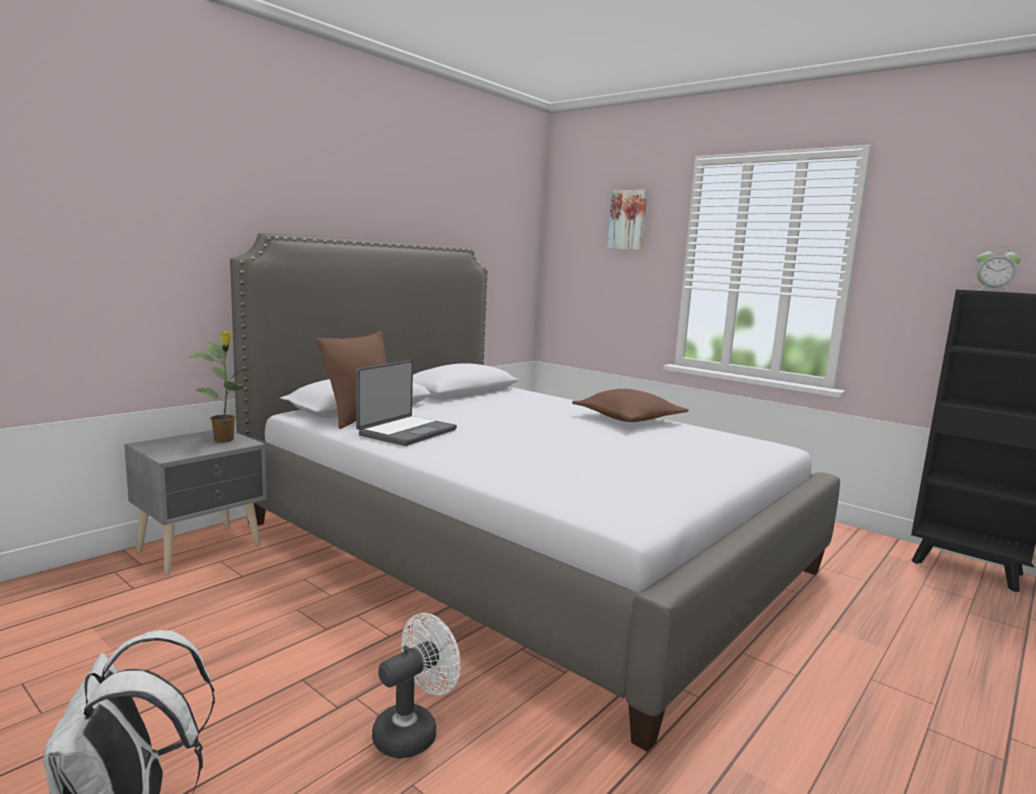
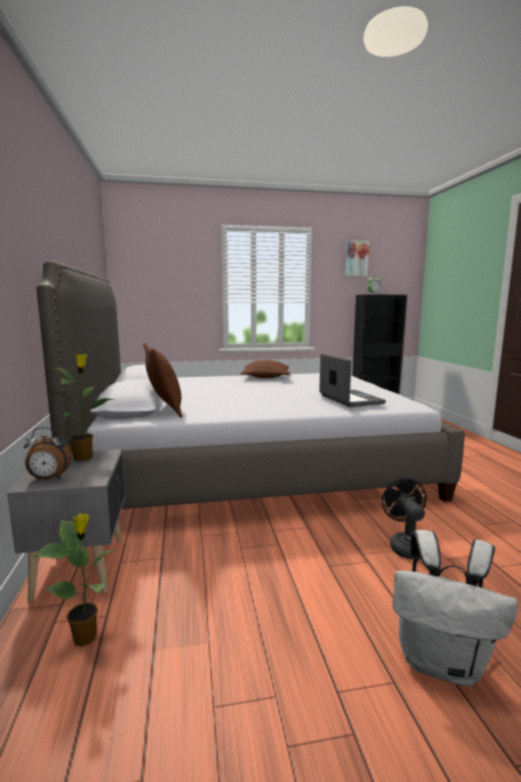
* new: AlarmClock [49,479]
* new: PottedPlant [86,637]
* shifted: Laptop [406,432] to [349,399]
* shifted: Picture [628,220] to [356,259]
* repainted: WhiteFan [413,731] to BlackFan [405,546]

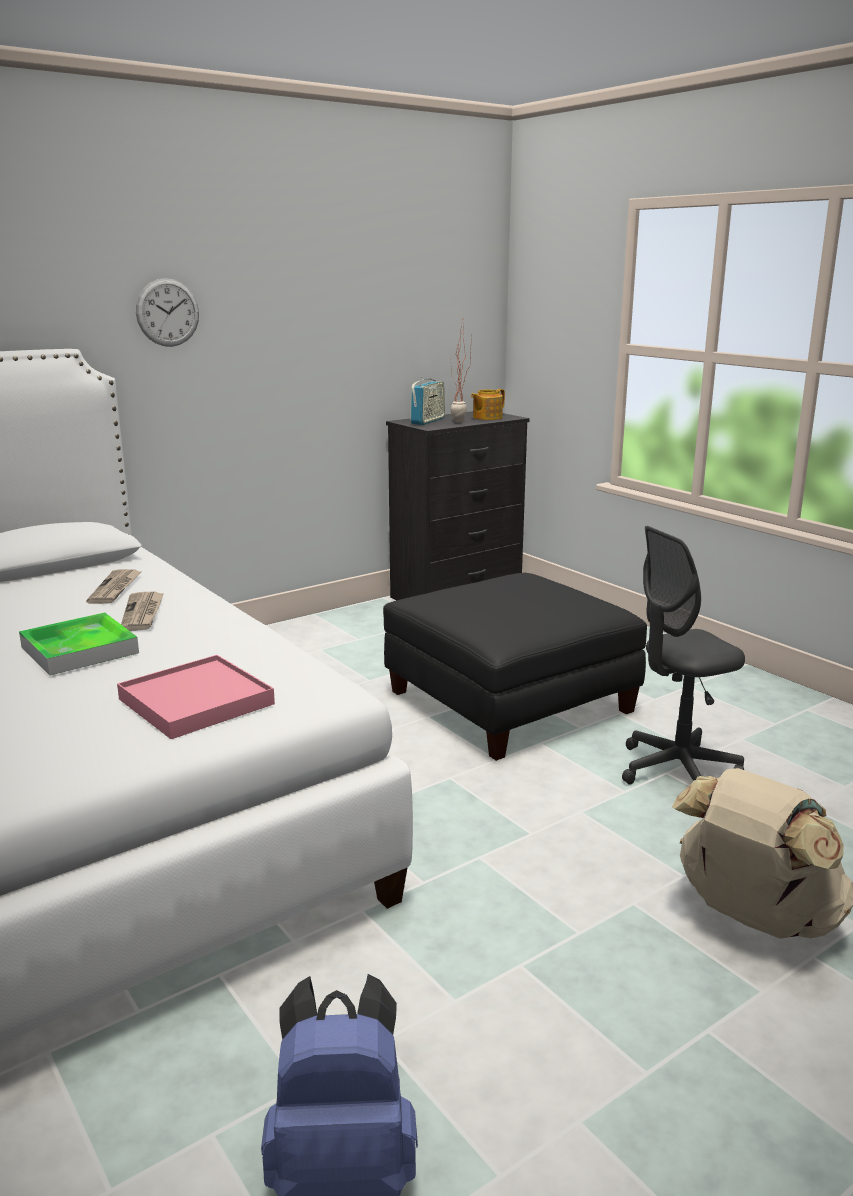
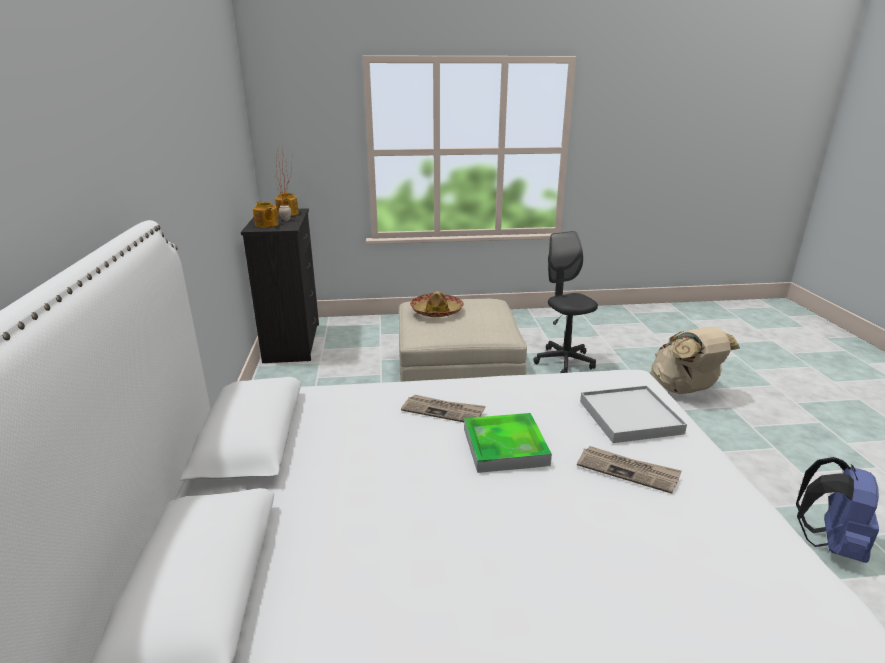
* gone: WallClock [167,312]
* new: Hat [437,311]
* shifted: Newspaper [115,589] to [627,471]
* swapped: Radio [428,421] to Teapot [266,224]
* repainted: PinkTray [196,702] to WhiteTray [630,417]
* repainted: BlackOttoman [510,701] to BeigeOttoman [458,375]
* rotated: GreyOfficeChair [677,770] = [564,361] 150 degrees clockwise

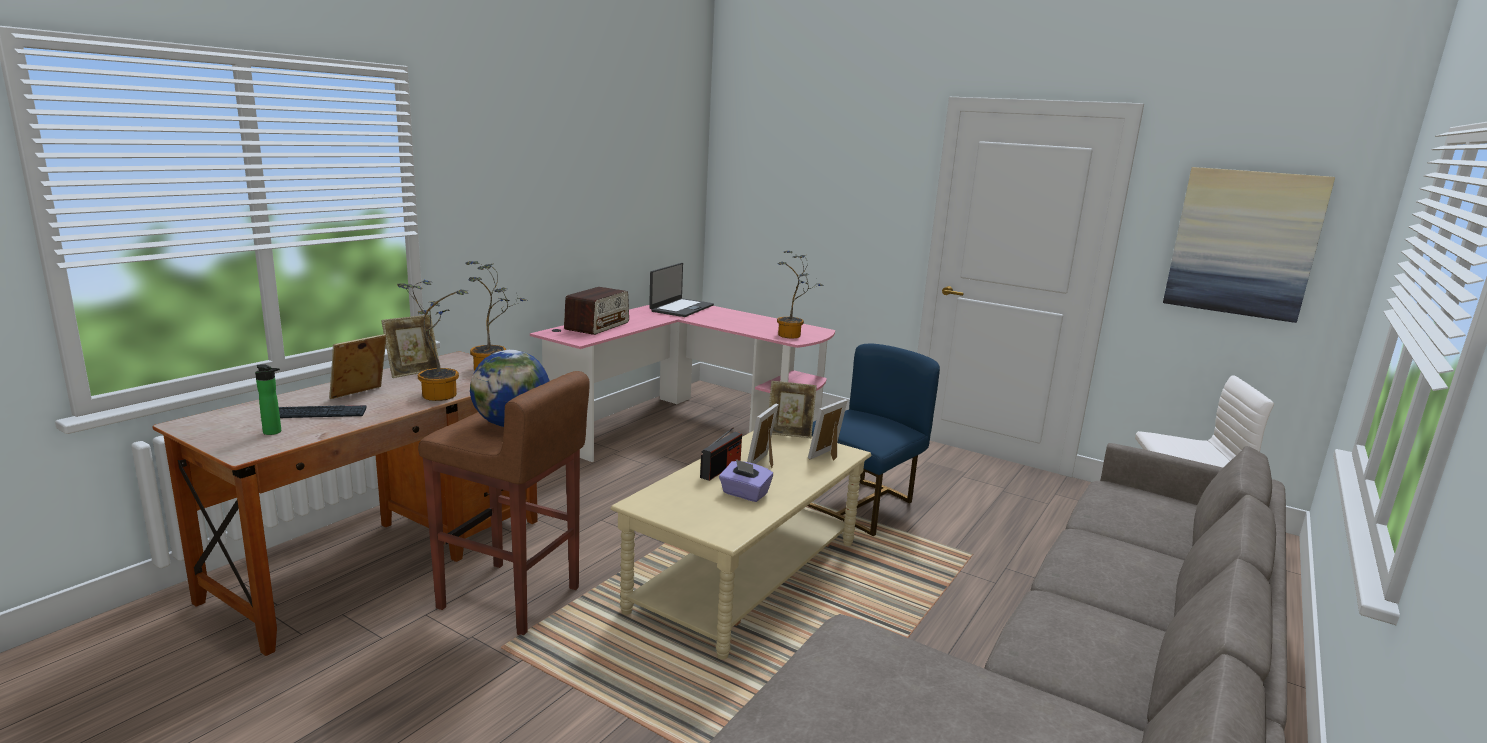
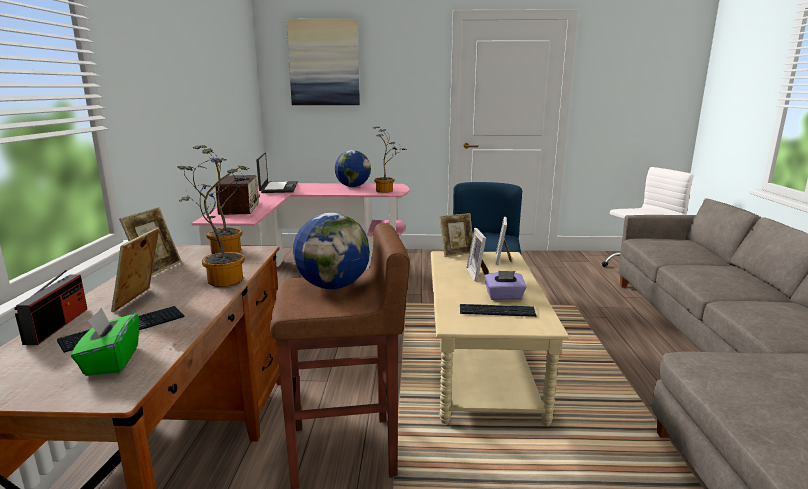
* new: Globe [353,186]
* new: Keyboard [497,312]
* shifted: Radio [721,469] to [57,325]
* shifted: Picture [1243,243] to [324,63]
* swapped: Bottle [274,432] to GreenTissueBox [111,361]

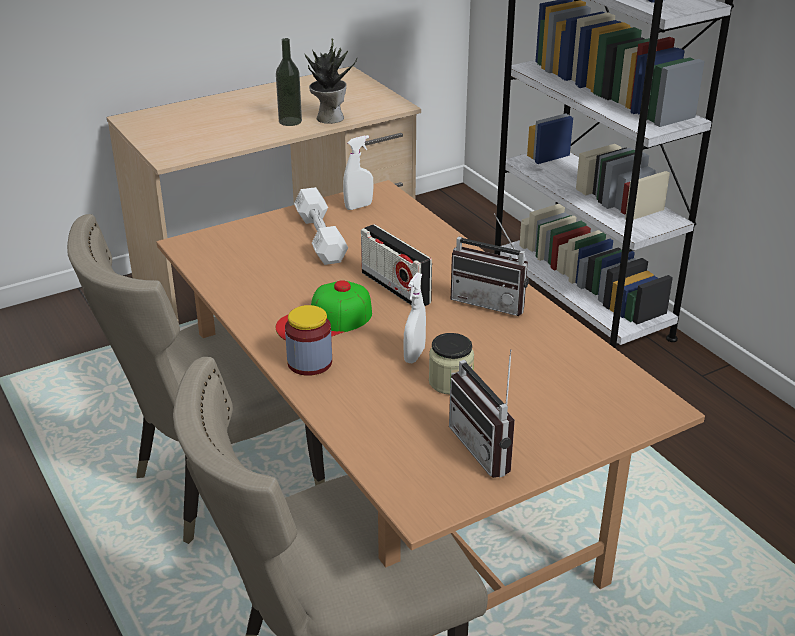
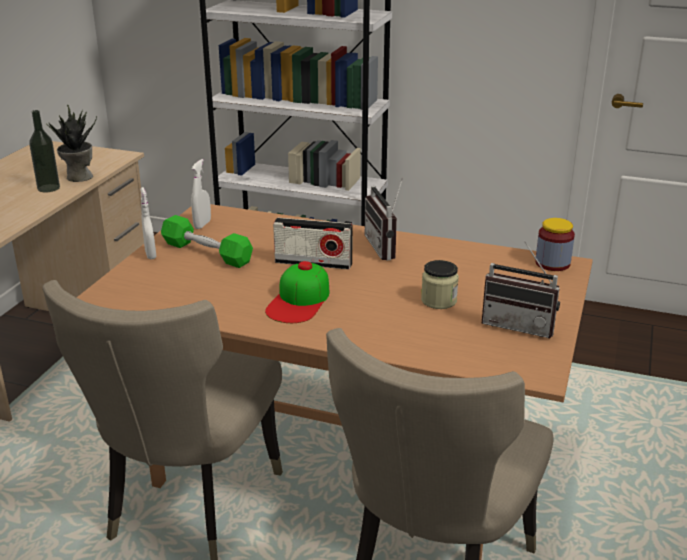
* shifted: Jar [309,362] to [552,263]
* shifted: WhiteSprayBottle [414,355] to [150,255]
* repainted: WhiteDumbbell [320,238] to GreenDumbbell [207,253]
* rotated: Radio [491,301] = [387,247] 90 degrees clockwise

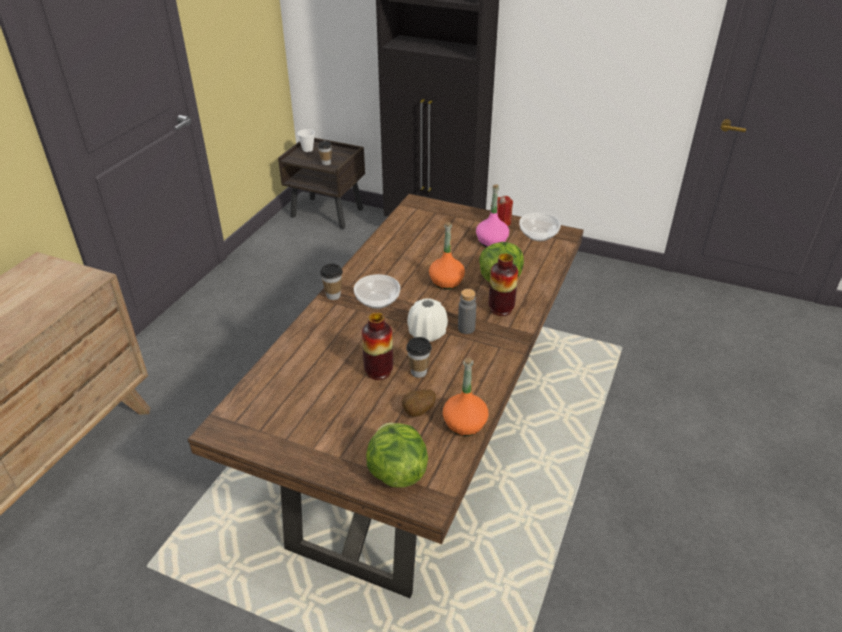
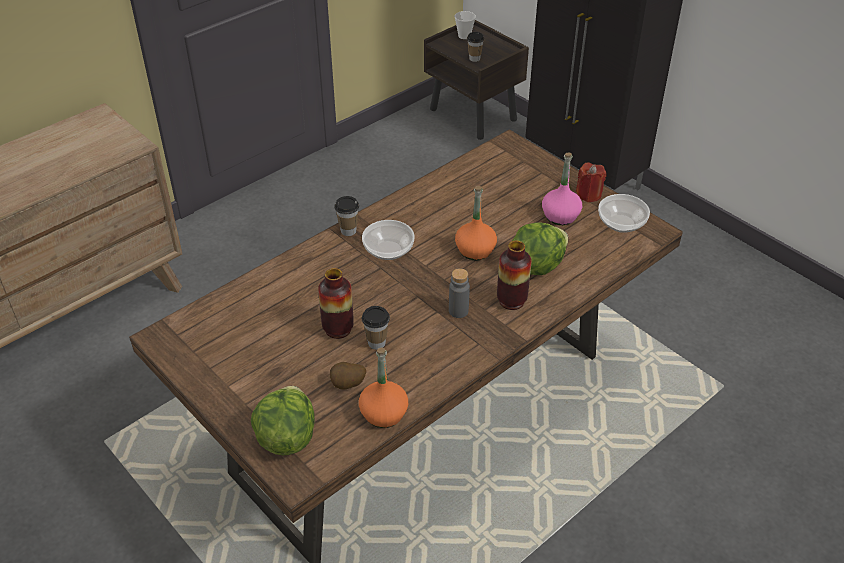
* gone: WhiteVase [427,333]

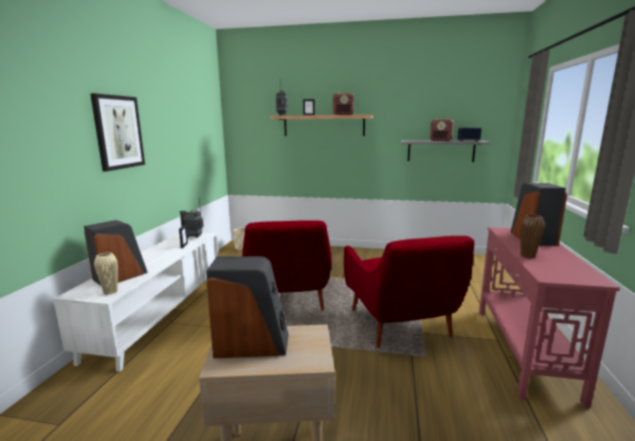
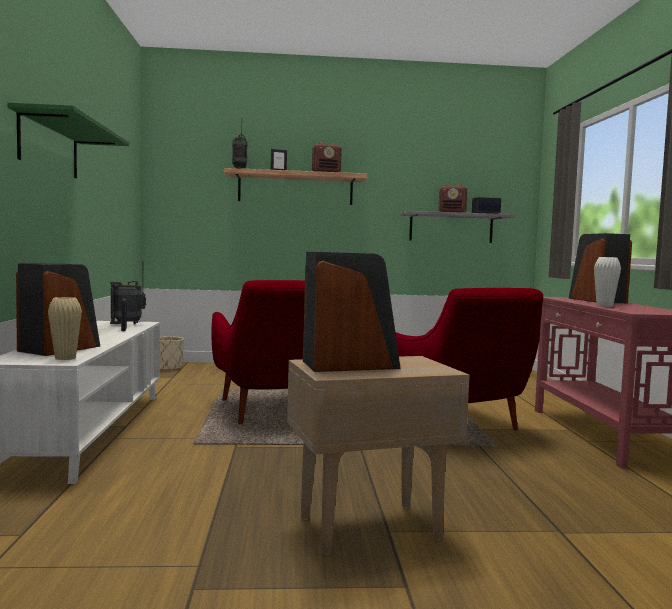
* swapped: Picture [118,132] to GreenShelf [49,147]
* repainted: BrownVase [527,256] to WhiteVase [604,306]

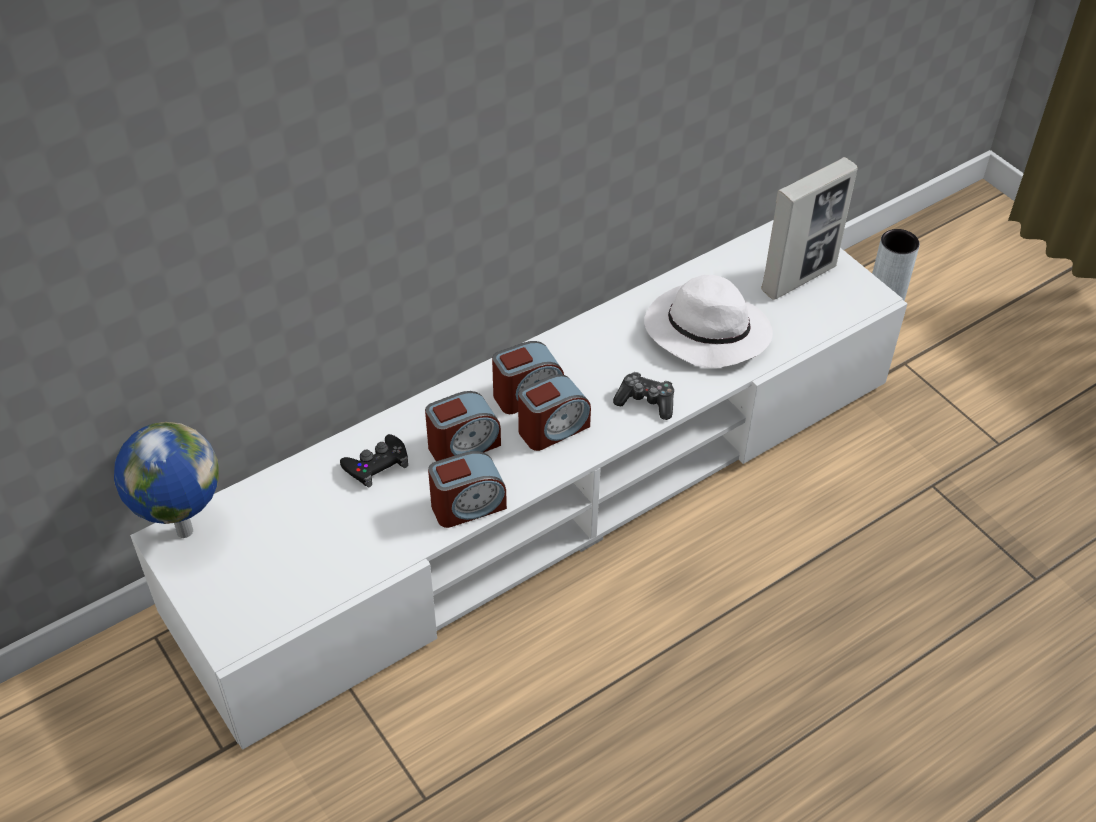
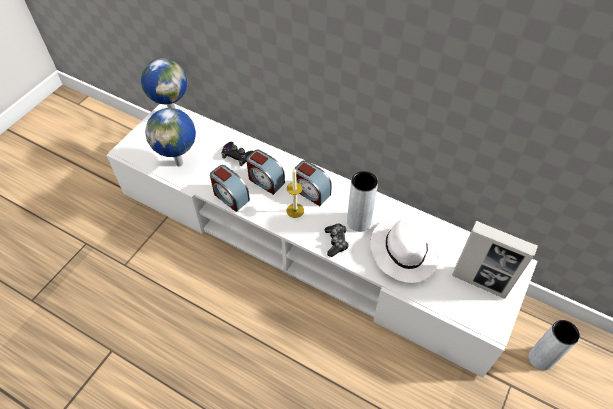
* new: Globe [180,163]
* new: GreyVase [359,222]
* swapped: AlarmClock [553,429] to Candle [295,210]

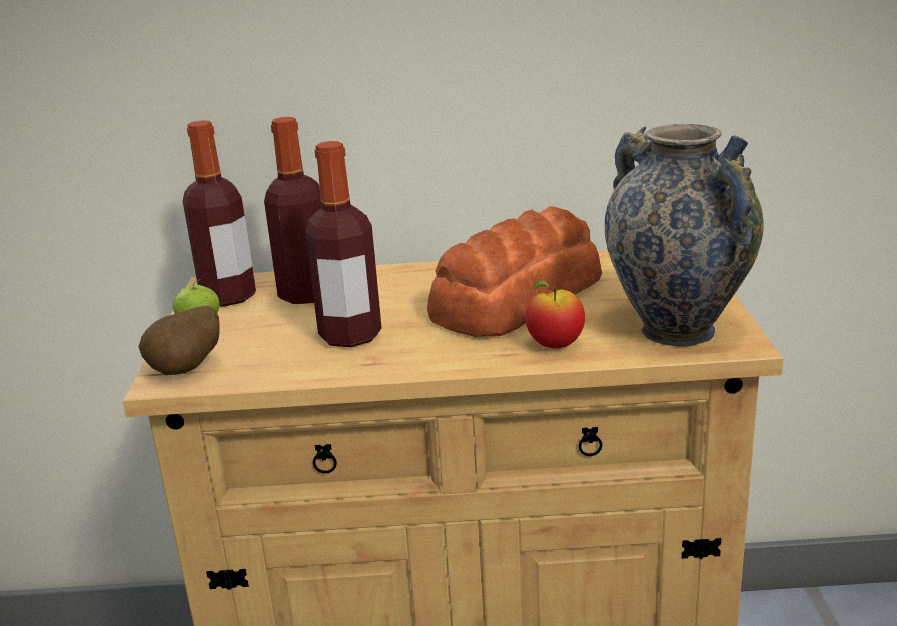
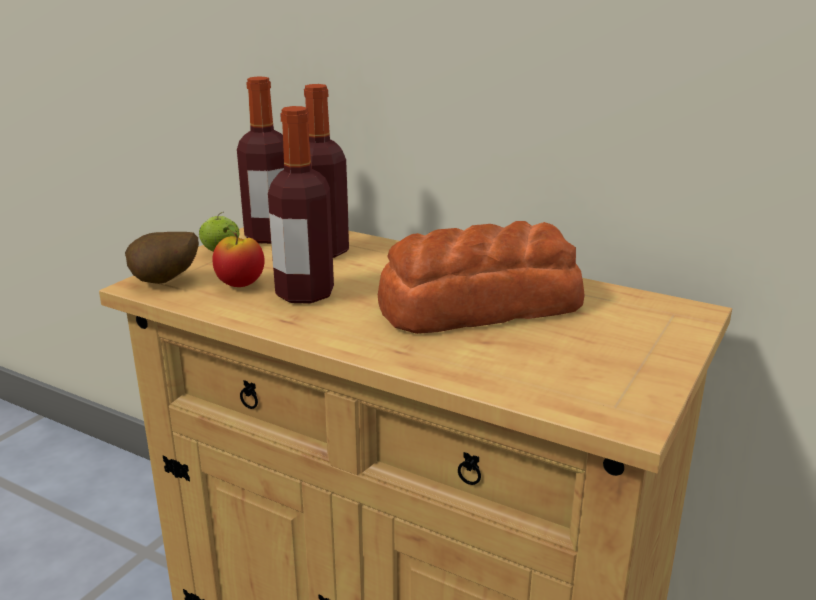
* gone: Vase [677,330]
* shifted: Apple [555,345] to [240,285]

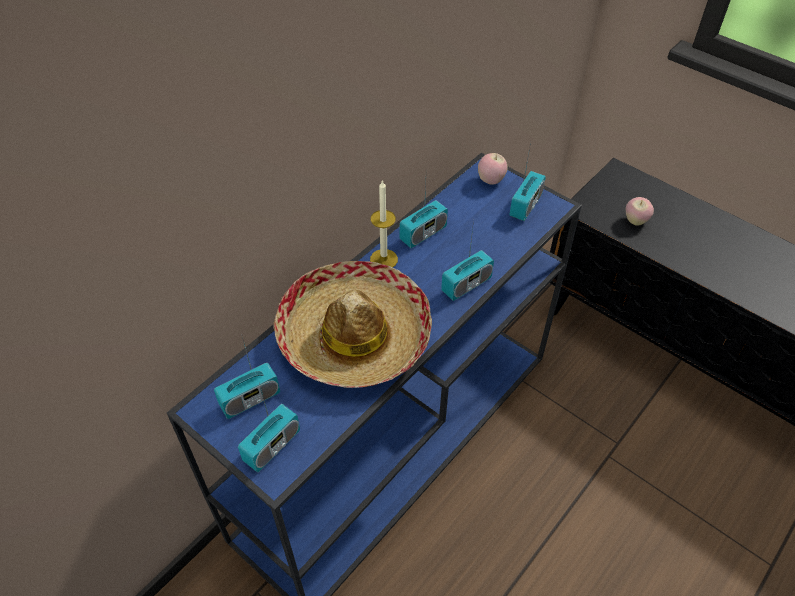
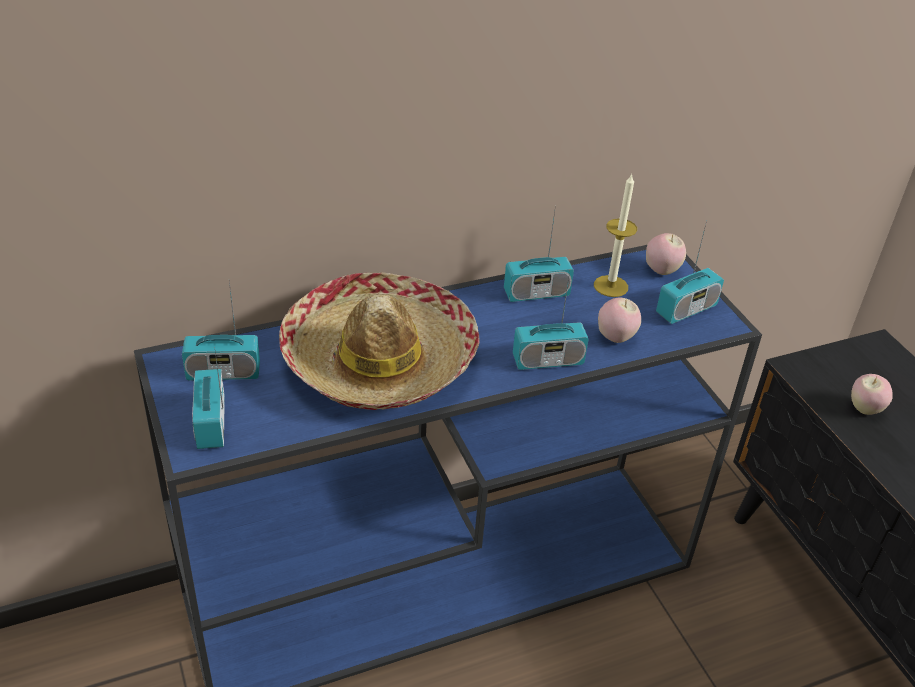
* new: Apple [615,337]
* shifted: Candle [383,259] to [610,286]
* rotated: Radio [272,446] = [211,423] 105 degrees clockwise

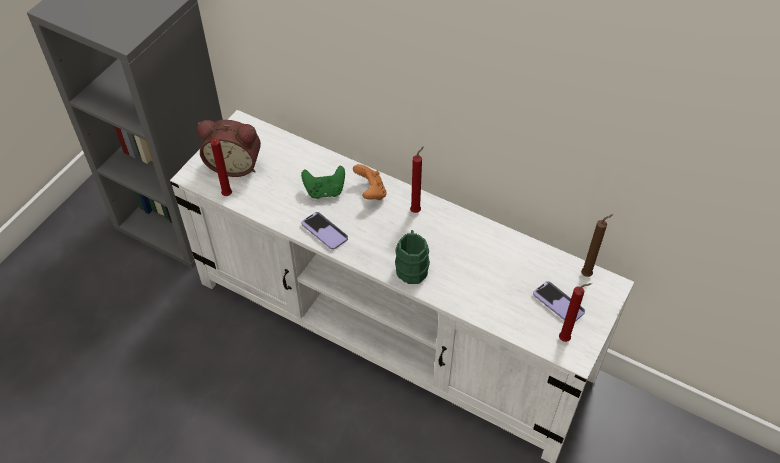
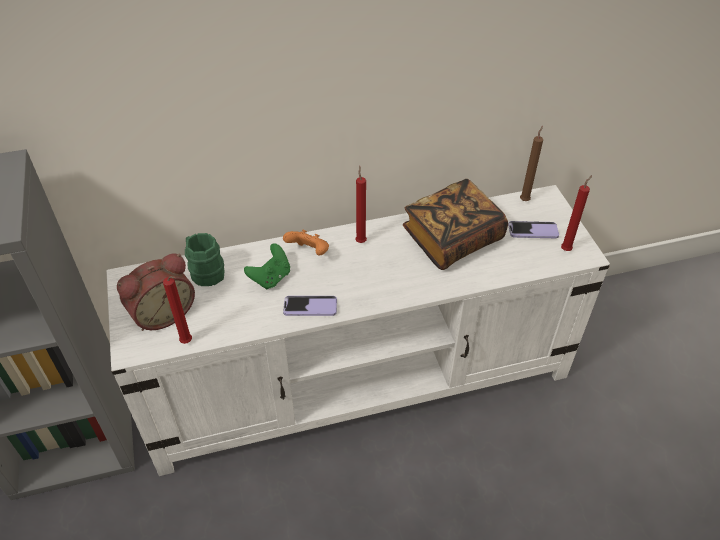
* new: Book [452,239]
* shifted: GreenMug [411,266] to [204,271]

